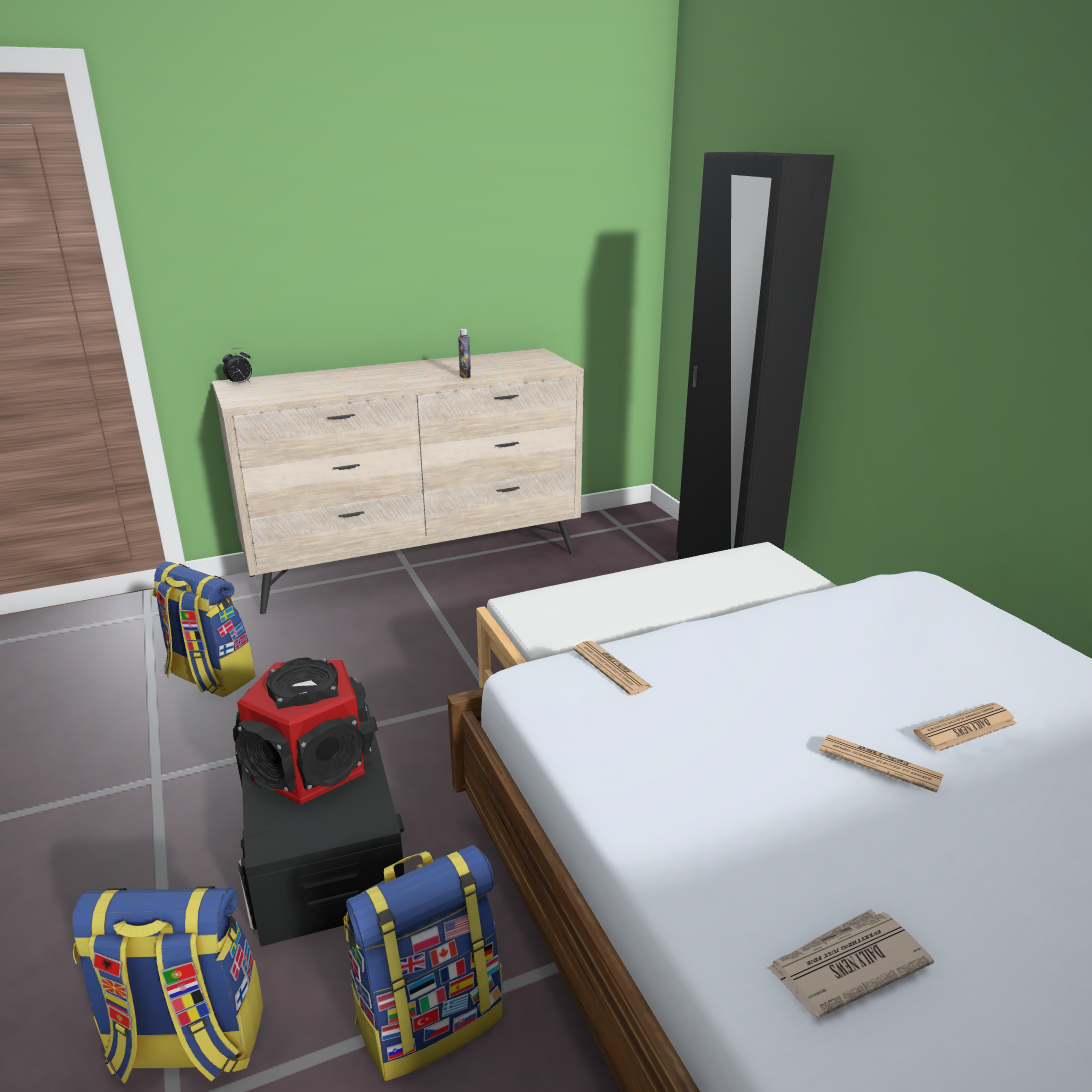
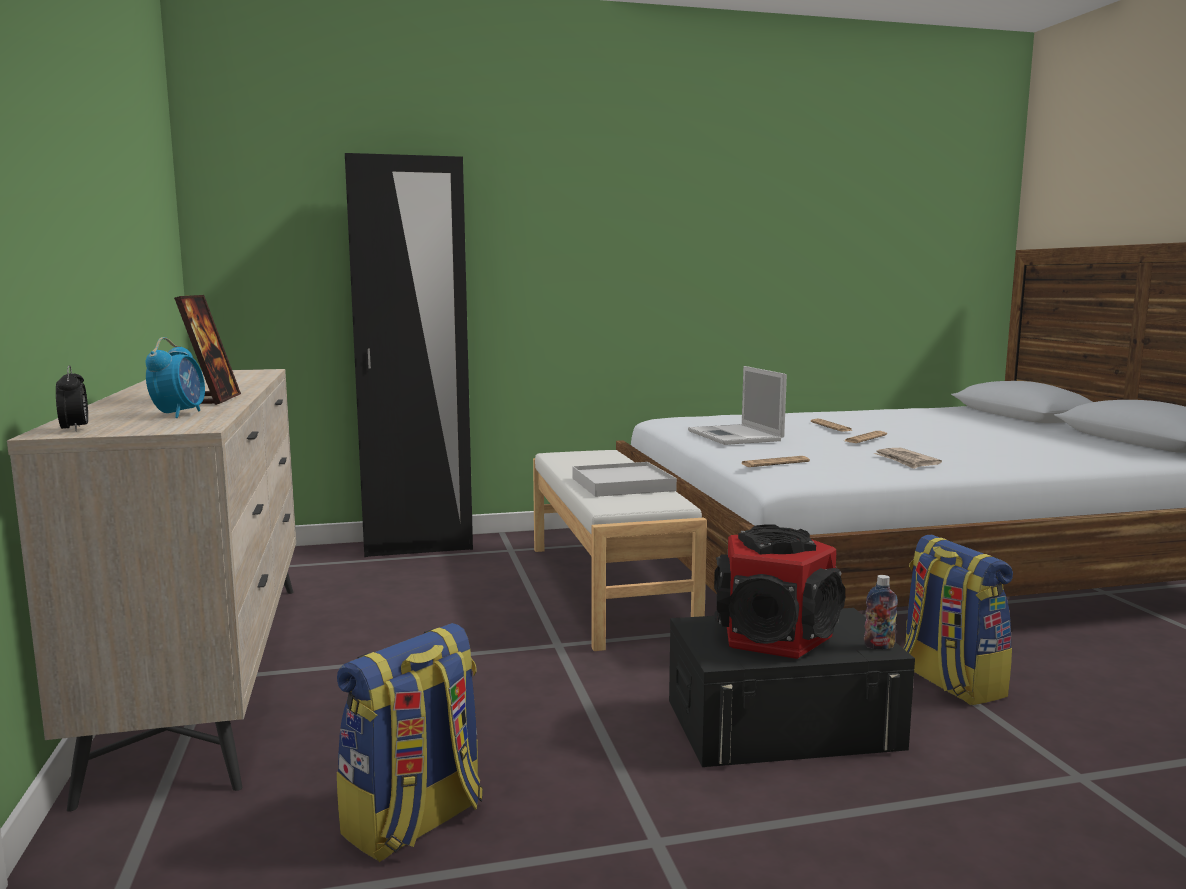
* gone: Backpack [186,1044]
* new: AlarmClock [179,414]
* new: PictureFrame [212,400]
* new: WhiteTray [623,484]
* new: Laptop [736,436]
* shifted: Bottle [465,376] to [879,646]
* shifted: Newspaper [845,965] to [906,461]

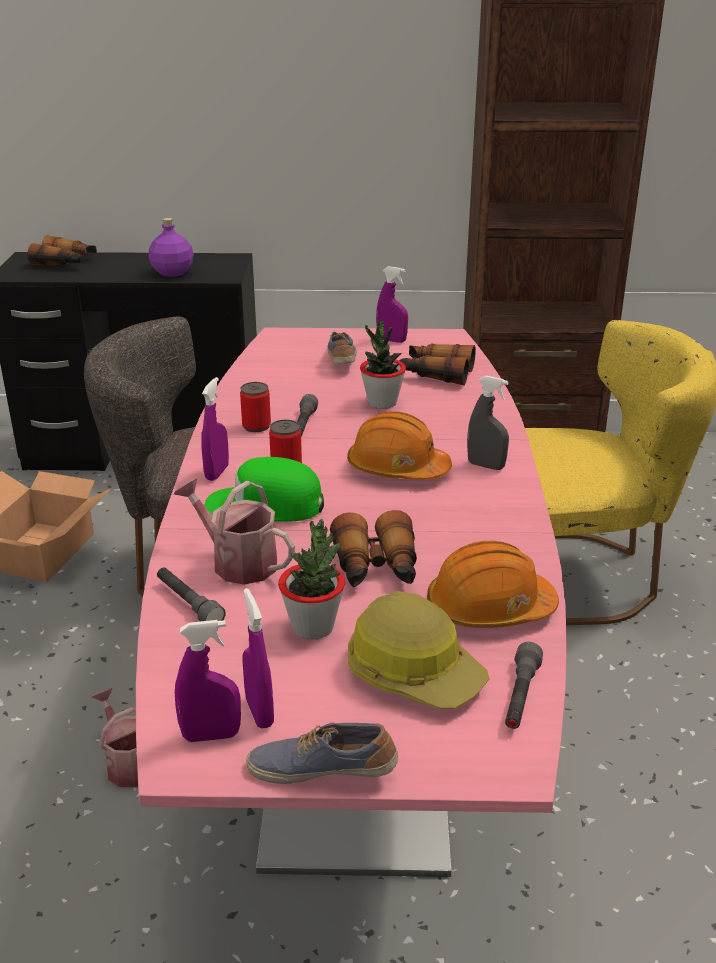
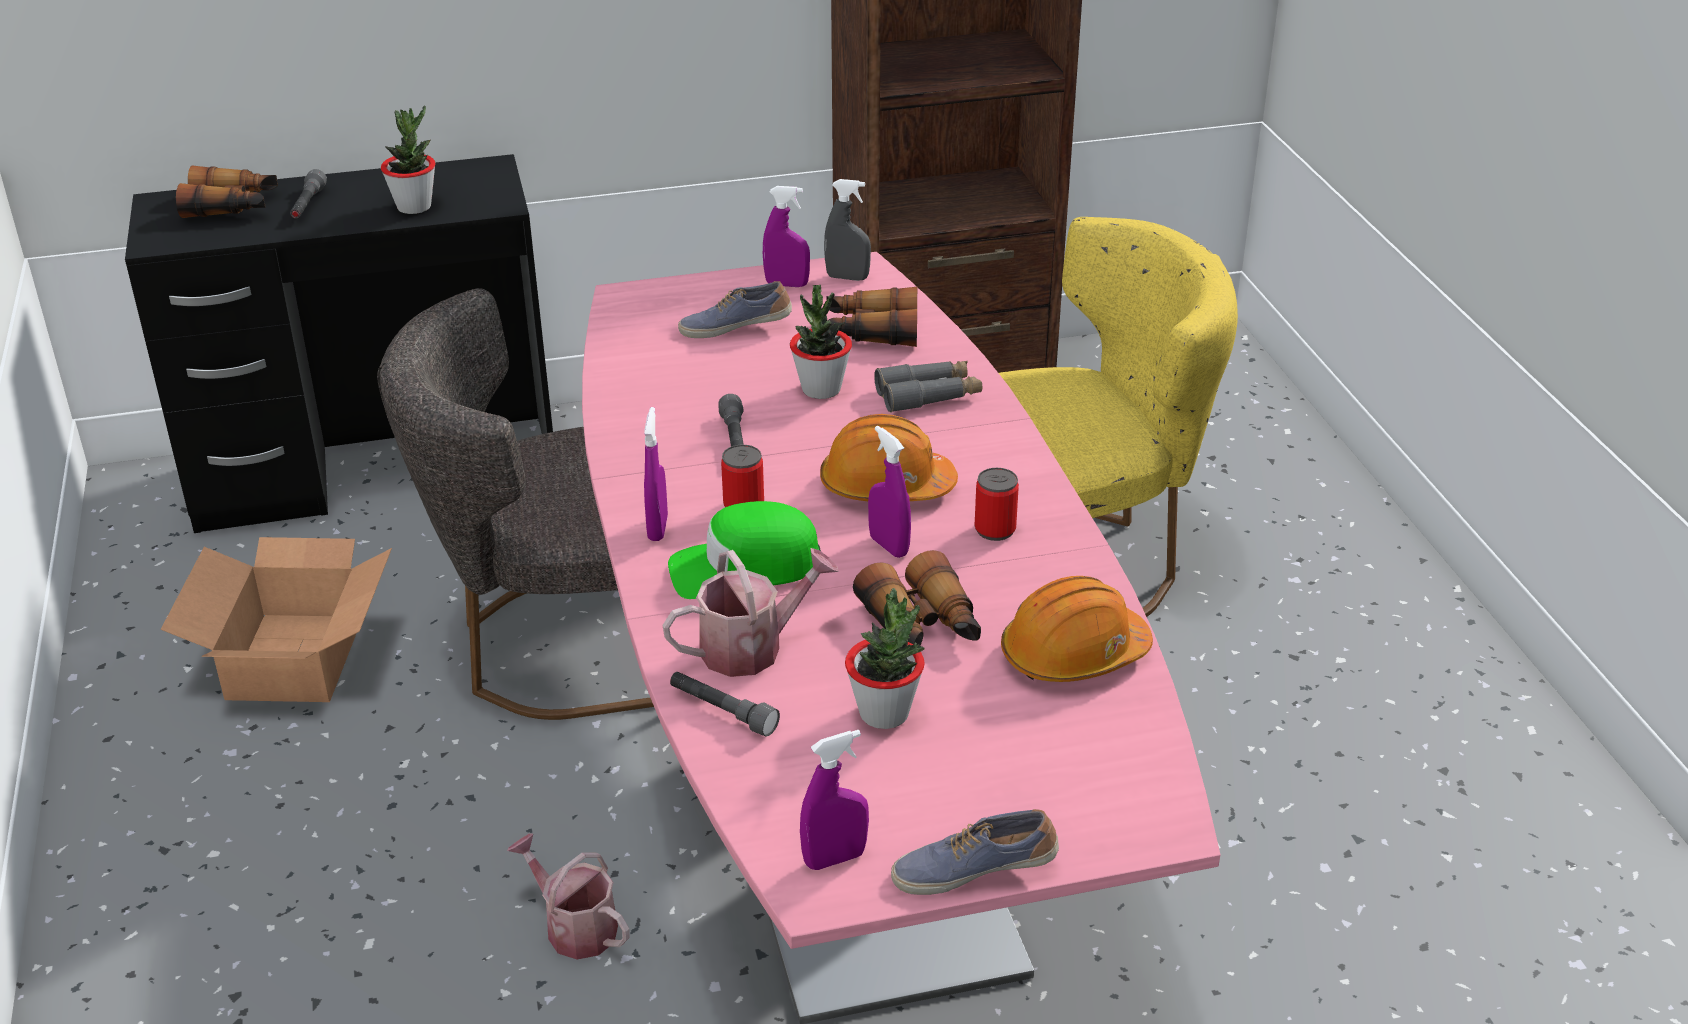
* gone: HardHat [414,671]
* new: GreyBinoculars [928,395]
* shifted: Can [256,426] to [995,530]
* shifted: PurpleSprayBottle [259,712] to [889,546]
* shifted: GreySprayBottle [486,466] to [847,277]
* shifted: GreyFlashlight [520,696] to [308,205]
* swapped: PurpleBottle [173,273] to PottedPlant [414,206]
* rotated: WateringCan [237,562] = [752,647] 135 degrees clockwise
* rotated: Shoe [342,360] = [735,327] 75 degrees counterclockwise

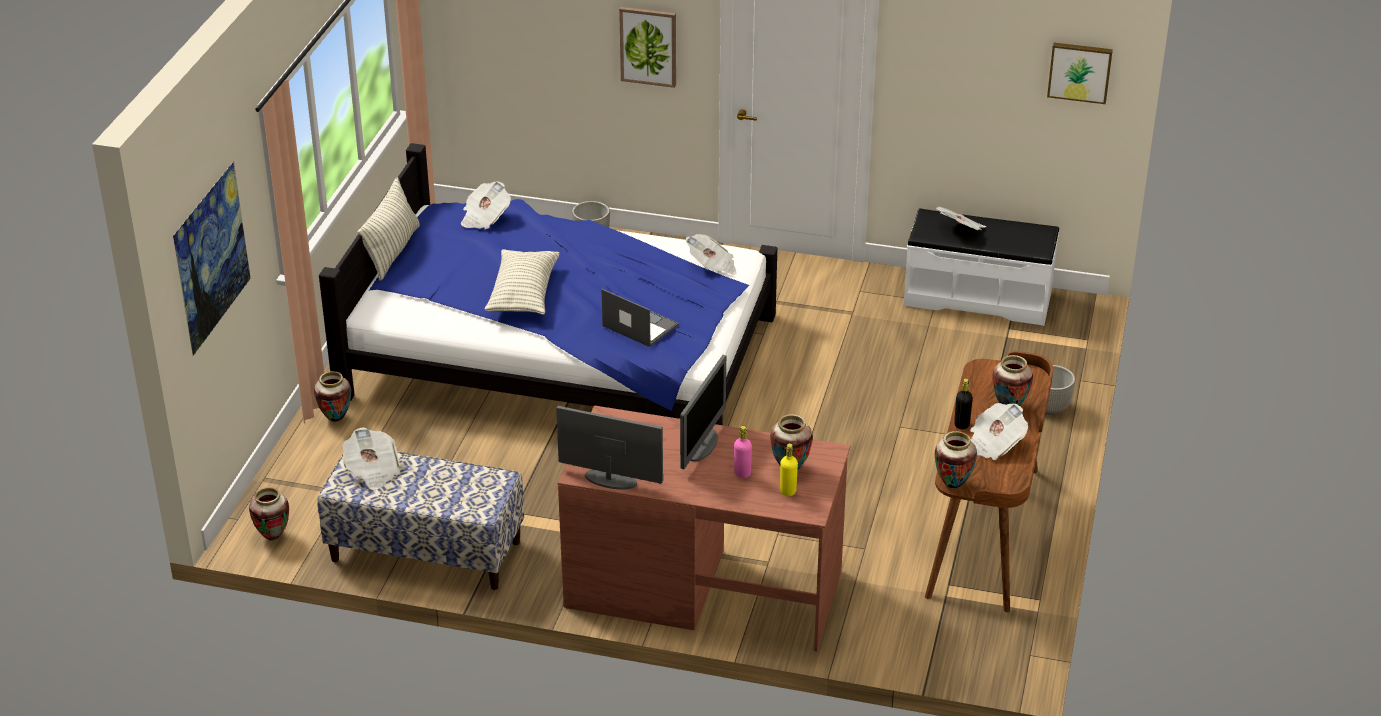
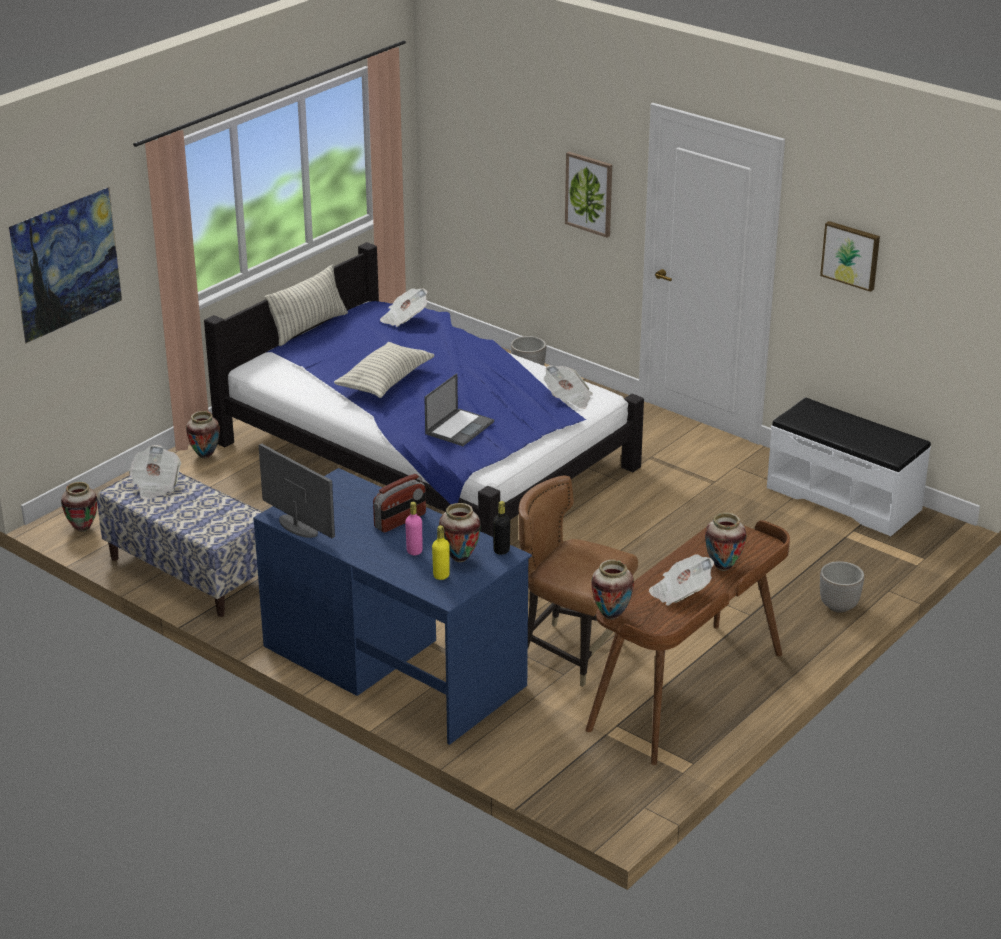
* gone: Newspaper [961,230]
* new: BrownChair [571,652]
* shifted: BlackBottle [961,425] to [501,550]
* shifted: Picture [1080,71] to [851,255]
* swapped: Monitor [702,445] to Radio [400,521]
* repainted: BrownDesk [703,587] to BlueDesk [393,664]
* rotated: Laptop [639,325] = [459,427] 60 degrees clockwise

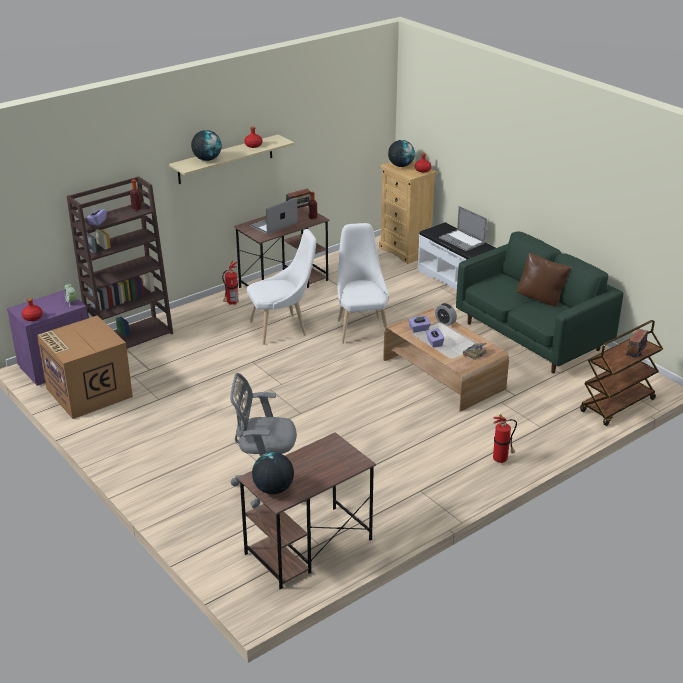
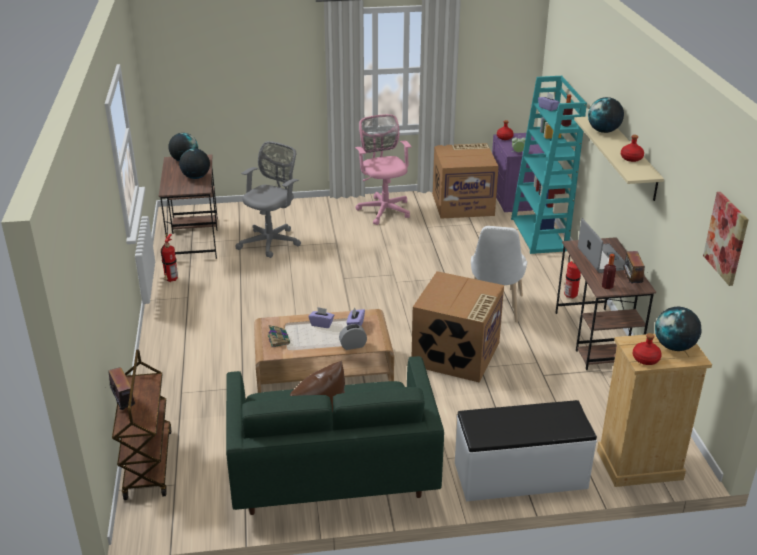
* gone: Laptop [462,240]
* new: Globe [196,177]
* new: PinkOfficeChair [384,209]
* new: Picture [726,238]
* shifted: FireExtinguisher [501,459] to [171,280]
* swapped: WhiteChair [361,328] to CardboardBox [456,355]
* repainted: BrownBookcase [131,337] to TurquoiseBookcase [539,235]

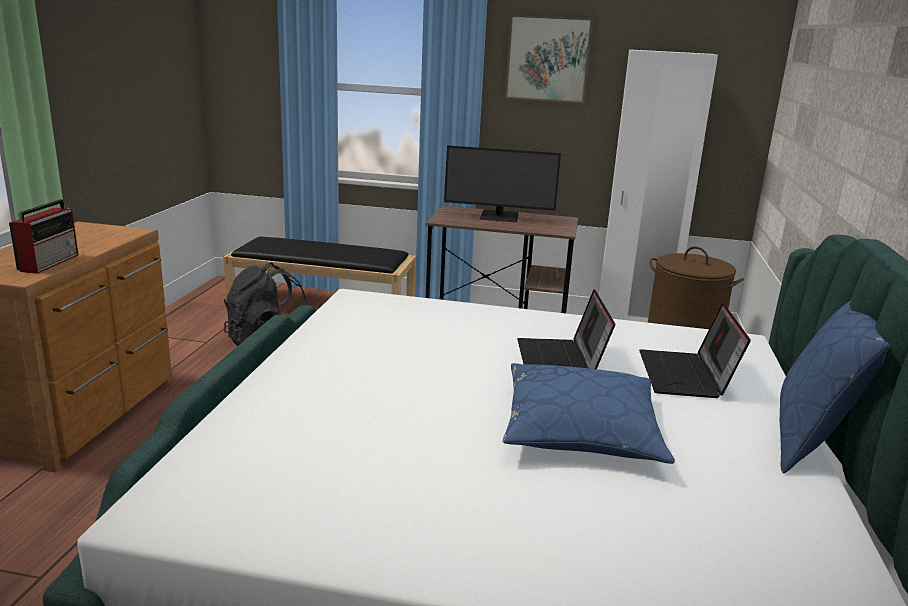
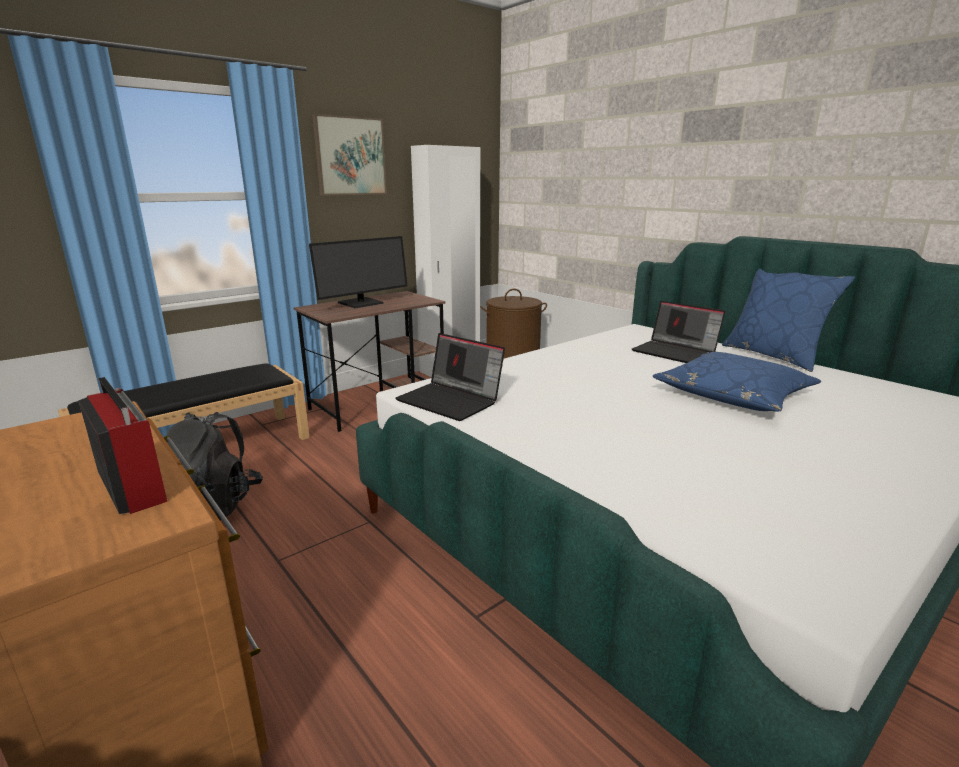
* shifted: Laptop [561,362] to [451,400]

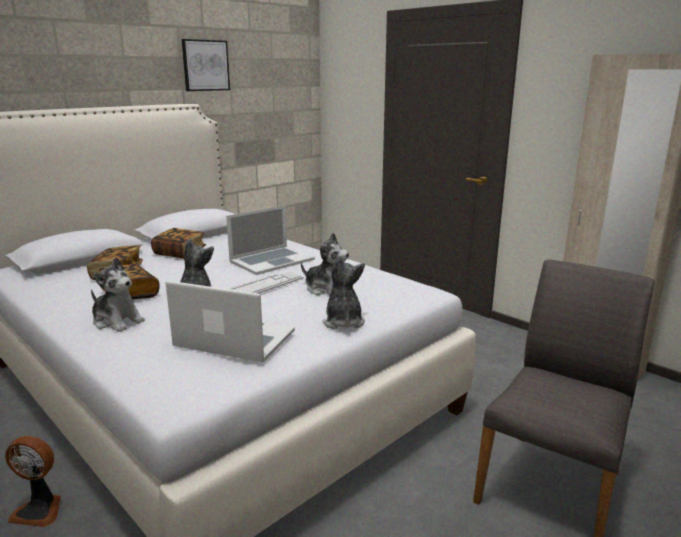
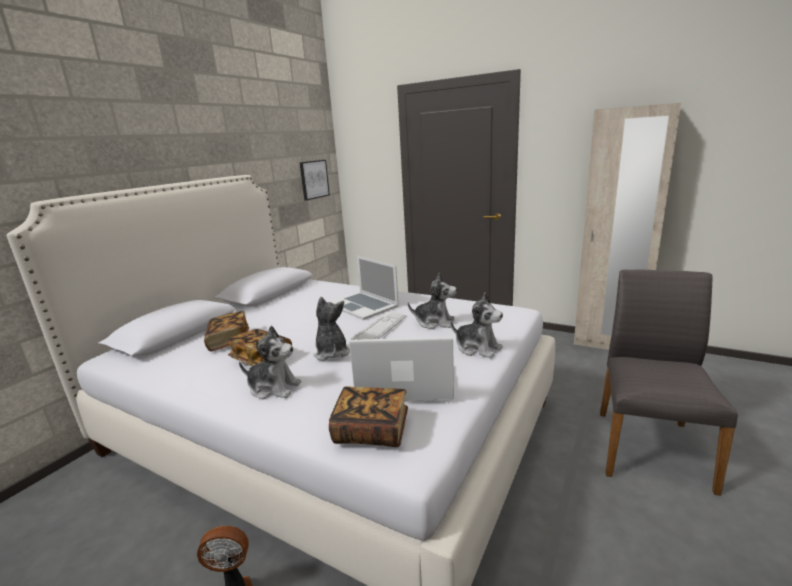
* shifted: Book [180,253] to [371,431]
* shifted: Picture [205,65] to [314,179]
* rotated: Laptop [271,260] = [362,305] 105 degrees clockwise
* rotated: PlushToy [343,321] = [477,348] 150 degrees clockwise

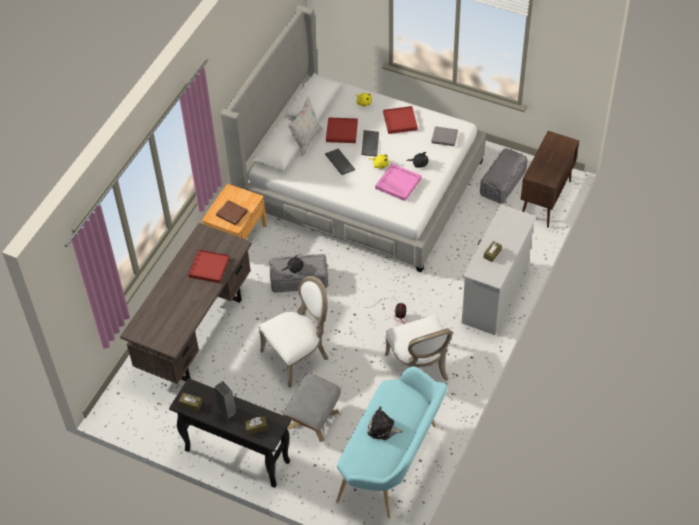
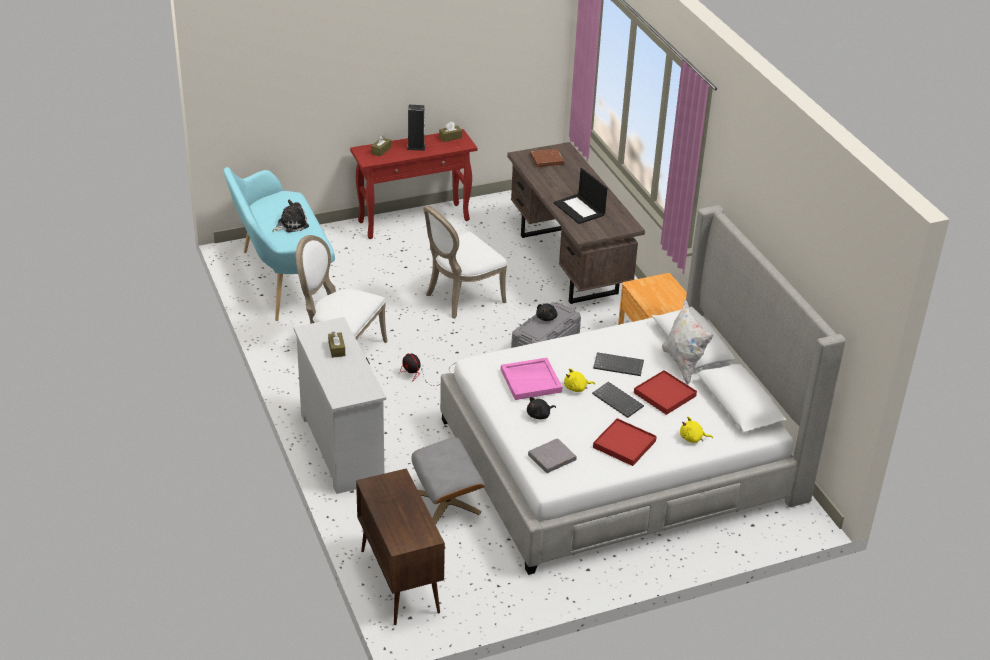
* gone: GreyStorageBox [503,183]
* shifted: BrownBook [232,214] to [547,160]
* shifted: GreyOttoman [313,419] to [447,502]
* swapped: RedTray [209,267] to Laptop [580,209]
* repainted: BlackConsoleTable [236,456] to RedConsoleTable [414,220]
* rotated: WhiteChair [298,356] = [461,298] 45 degrees clockwise

